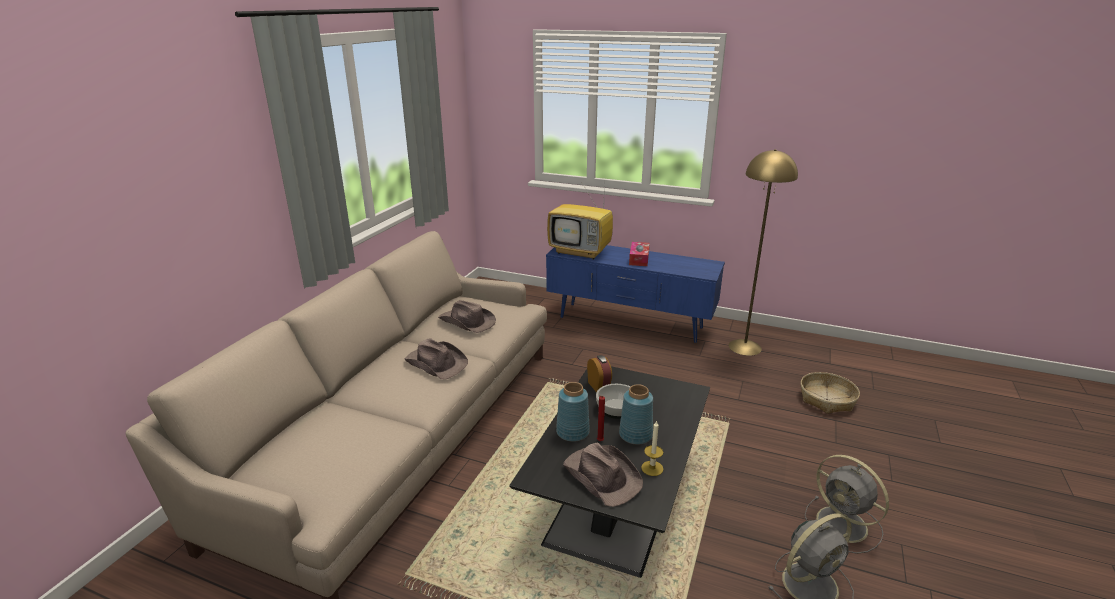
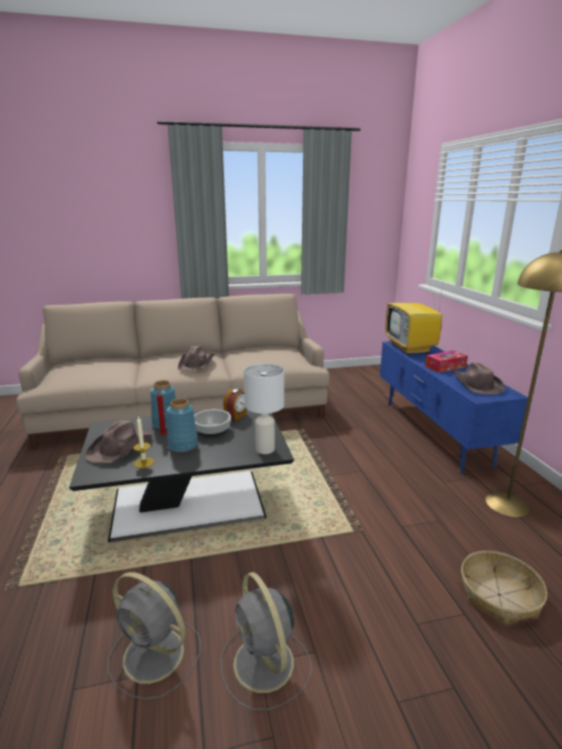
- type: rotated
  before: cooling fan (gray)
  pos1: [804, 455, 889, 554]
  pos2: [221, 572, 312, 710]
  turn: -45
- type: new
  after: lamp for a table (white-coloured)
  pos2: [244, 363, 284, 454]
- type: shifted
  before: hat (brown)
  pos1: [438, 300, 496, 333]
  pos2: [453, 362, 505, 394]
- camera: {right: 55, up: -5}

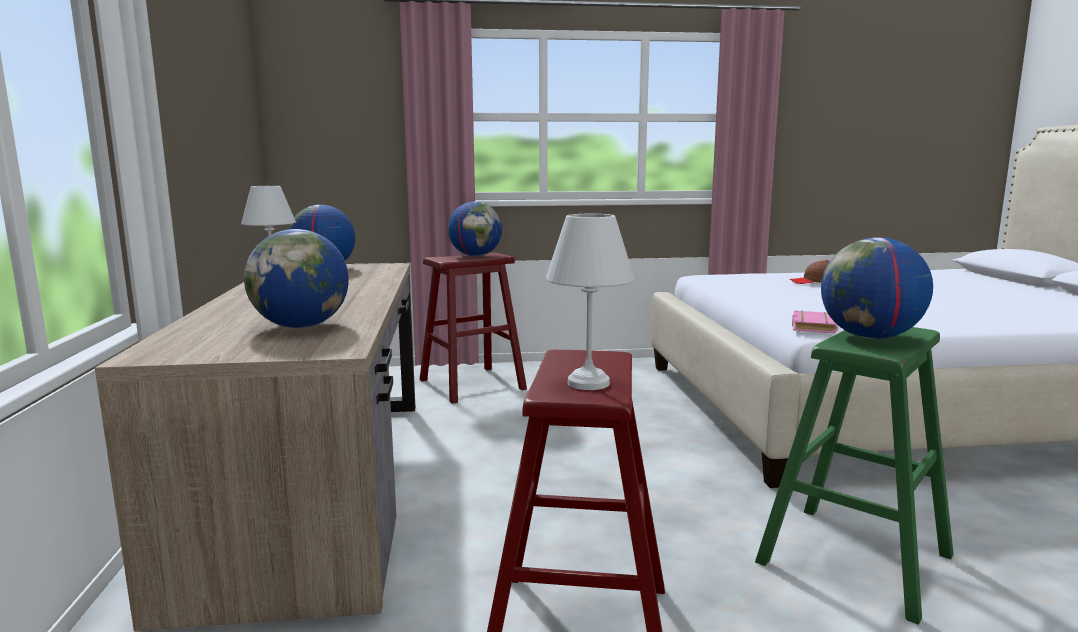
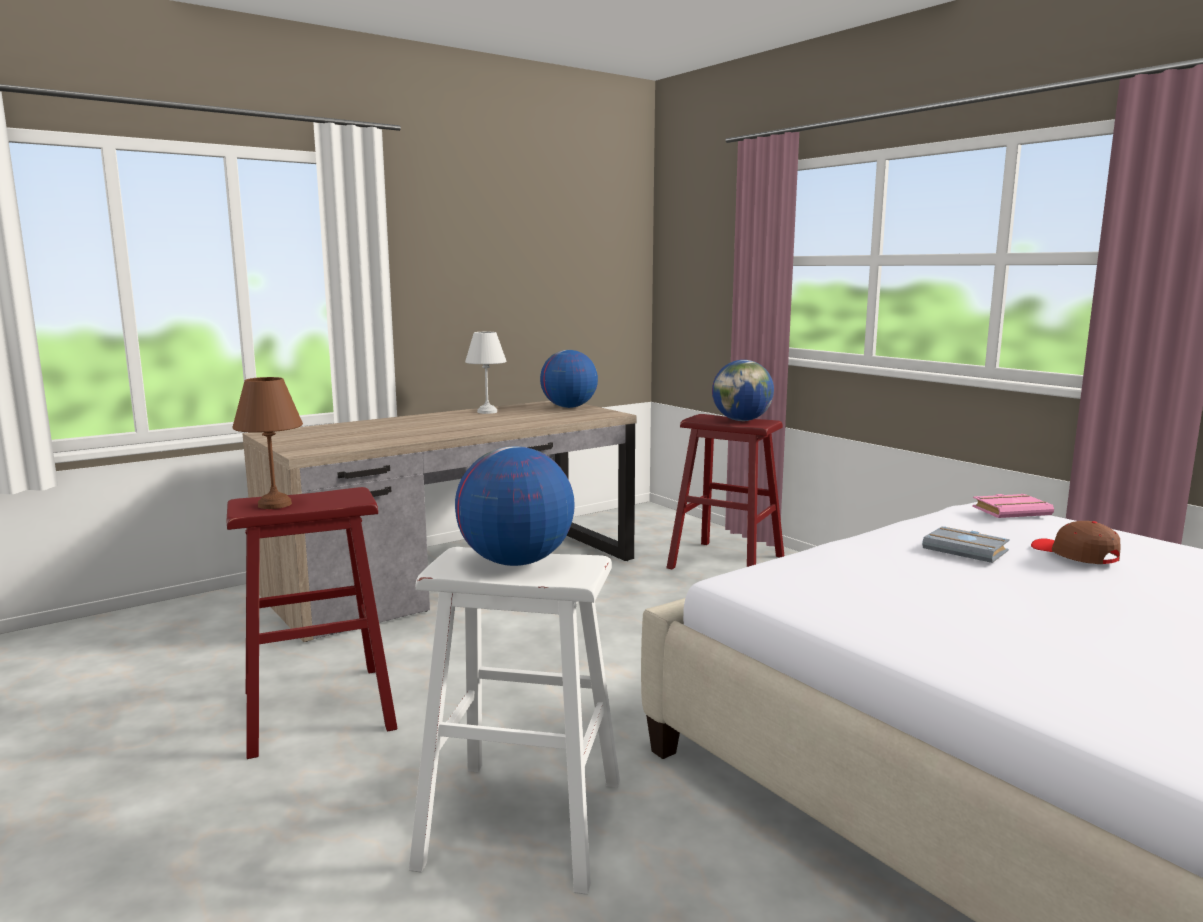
- type: repainted
  before: lamp for a table (white-coloured)
  after: lamp for a table (brown)
  pos1: [546, 214, 635, 390]
  pos2: [232, 377, 303, 509]
- type: repainted
  before: stool (greenish)
  after: stool (white-coloured)
  pos1: [755, 327, 954, 625]
  pos2: [409, 547, 620, 895]
- type: new
  after: bound book (gray)
  pos2: [922, 526, 1010, 563]
- type: shifted
  before: bound book (pink-coloured)
  pos1: [792, 311, 838, 334]
  pos2: [972, 494, 1054, 518]
- type: gone
  before: globe
  pos1: [244, 229, 348, 328]
- camera: {right: 60, up: 0}

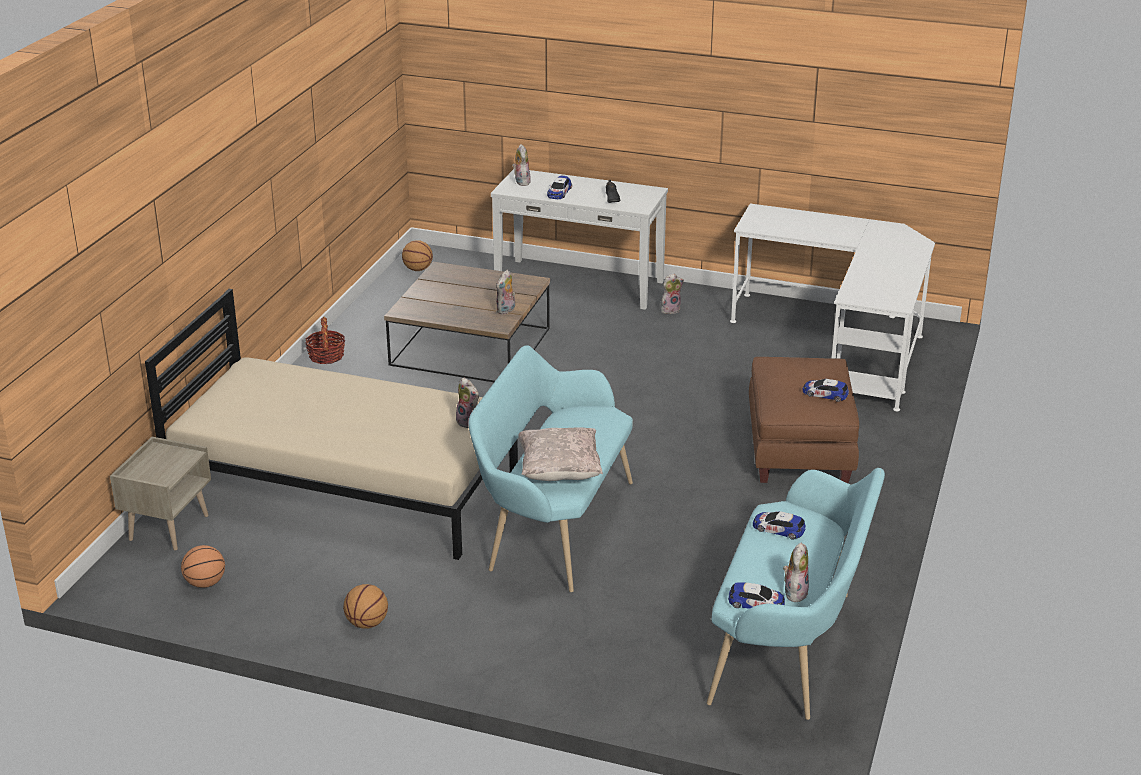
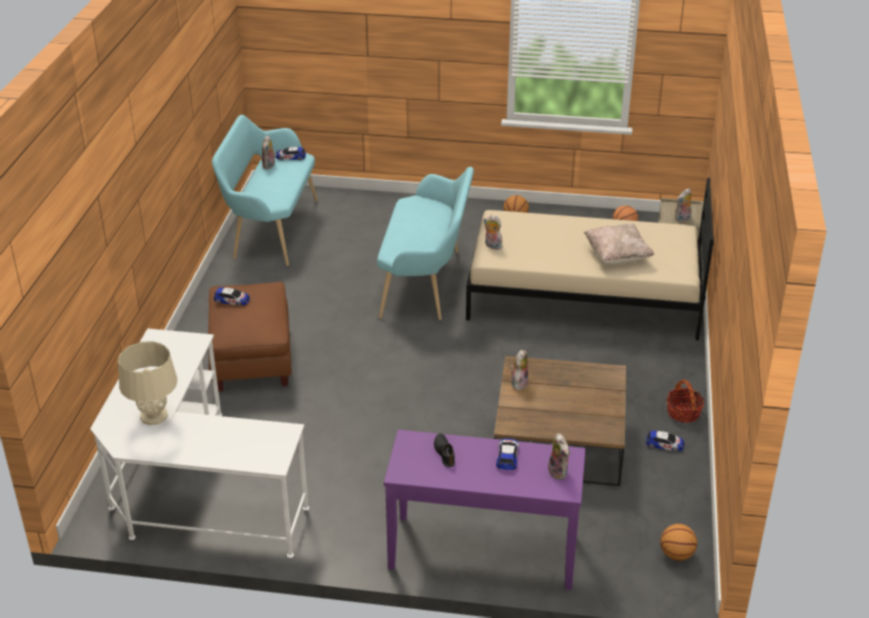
- type: new
  after: lamp for a table (beige)
  pos2: [118, 341, 177, 425]
- type: repainted
  before: console table (white-coloured)
  after: console table (purple)
  pos1: [491, 169, 668, 310]
  pos2: [384, 430, 586, 590]
- type: shifted
  before: pillow (beige)
  pos1: [518, 427, 603, 481]
  pos2: [584, 223, 654, 264]
- type: shifted
  before: toy car
  pos1: [753, 511, 806, 540]
  pos2: [646, 431, 684, 452]
- type: shifted
  before: soft toy
  pos1: [661, 274, 684, 314]
  pos2: [675, 188, 692, 222]
- camera: {right: 170, up: 5}

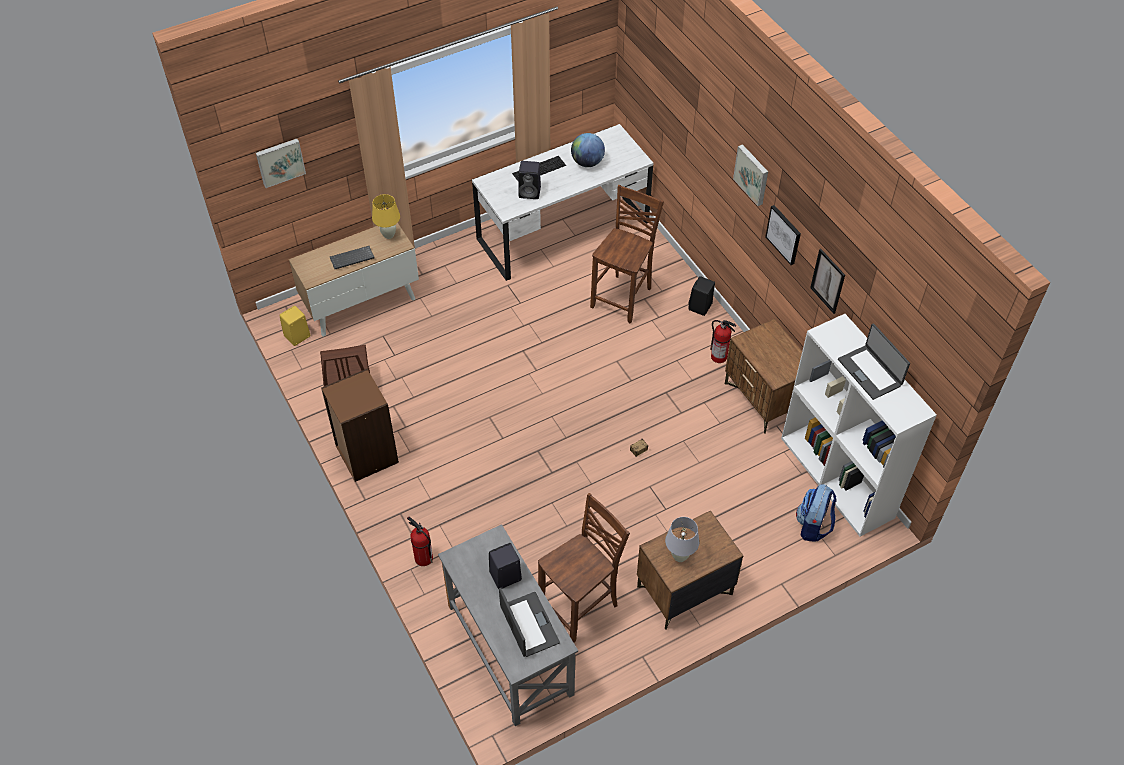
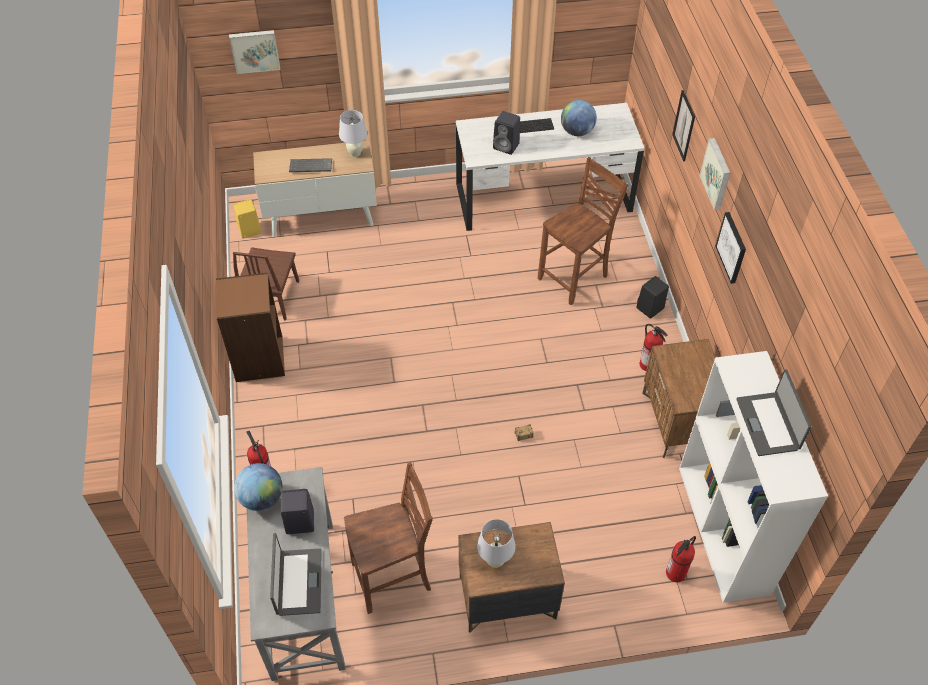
- type: new
  after: globe
  pos2: [234, 463, 282, 511]
- type: repainted
  before: lamp for a table (yellow)
  after: lamp for a table (white-coloured)
  pos1: [372, 194, 400, 239]
  pos2: [339, 110, 368, 157]
- type: swapped
  before: rucksack
  after: fire-fighting cylinder
  pos1: [796, 484, 837, 542]
  pos2: [666, 536, 696, 582]
- type: shifted
  before: wall picture
  pos1: [810, 249, 845, 314]
  pos2: [672, 90, 695, 161]
- camera: {right: 20, up: 0}

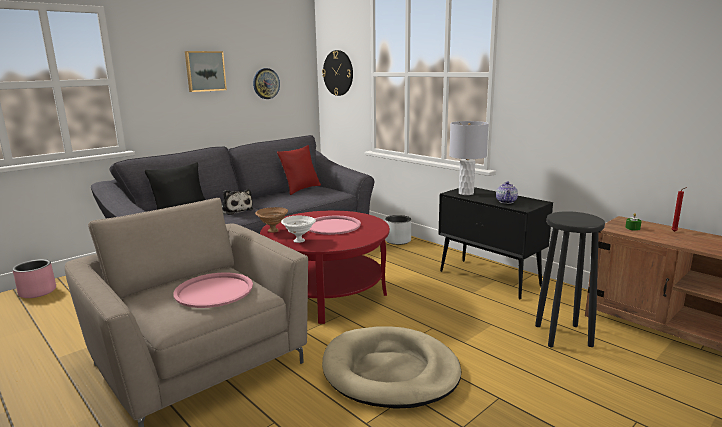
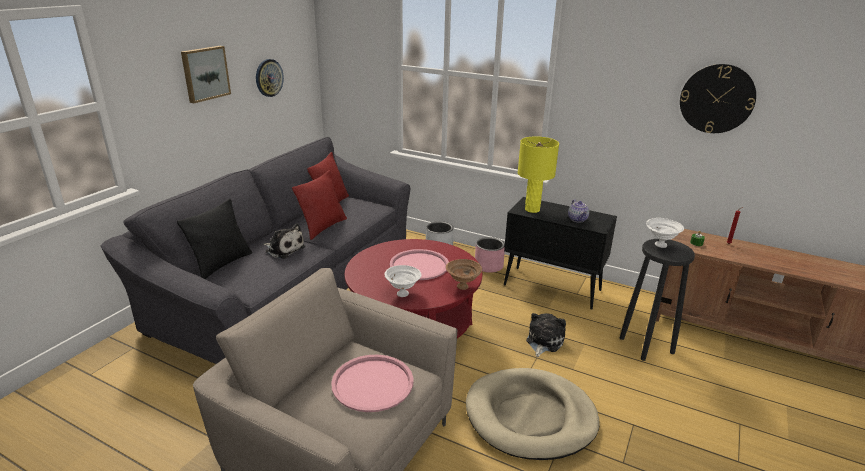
- type: new
  after: pillow (red-coloured)
  pos2: [292, 170, 347, 240]
- type: shifted
  before: bowl (brown)
  pos1: [255, 207, 288, 233]
  pos2: [446, 259, 482, 290]
- type: shifted
  before: plant pot (pink-coloured)
  pos1: [12, 259, 56, 298]
  pos2: [475, 237, 505, 273]
- type: repainted
  before: lamp for a table (gray)
  after: lamp for a table (yellow)
  pos1: [449, 121, 489, 195]
  pos2: [518, 136, 559, 213]
- type: new
  after: soft toy
  pos2: [526, 313, 566, 357]
- type: new
  after: bowl (white-coloured)
  pos2: [646, 218, 684, 248]
- type: shifted
  before: clock on the wall
  pos1: [322, 50, 353, 96]
  pos2: [680, 64, 756, 133]
- camera: {right: -20, up: 10}

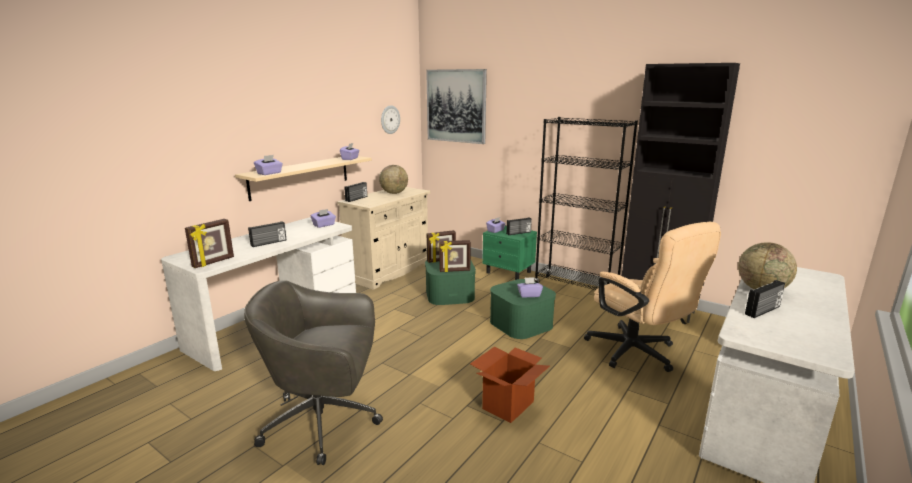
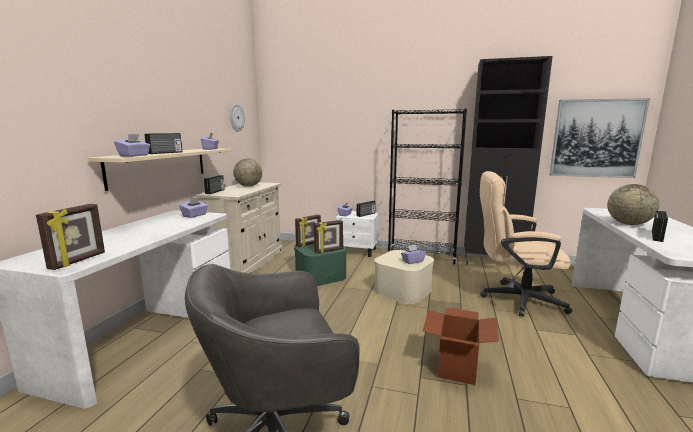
- type: shifted
  before: radio receiver
  pos1: [248, 221, 287, 247]
  pos2: [145, 133, 182, 154]
- type: repainted
  before: bedside table (greenish)
  after: bedside table (white-coloured)
  pos1: [482, 226, 537, 280]
  pos2: [336, 211, 379, 257]
- type: repainted
  before: storage bin (greenish)
  after: storage bin (beige)
  pos1: [490, 279, 556, 339]
  pos2: [374, 250, 434, 304]
- type: rotated
  before: computer chair (beige)
  pos1: [584, 222, 721, 372]
  pos2: [480, 171, 573, 317]
  turn: 150
- type: shifted
  before: wall picture
  pos1: [426, 69, 487, 144]
  pos2: [550, 98, 650, 178]
- camera: {right: -20, up: -5}

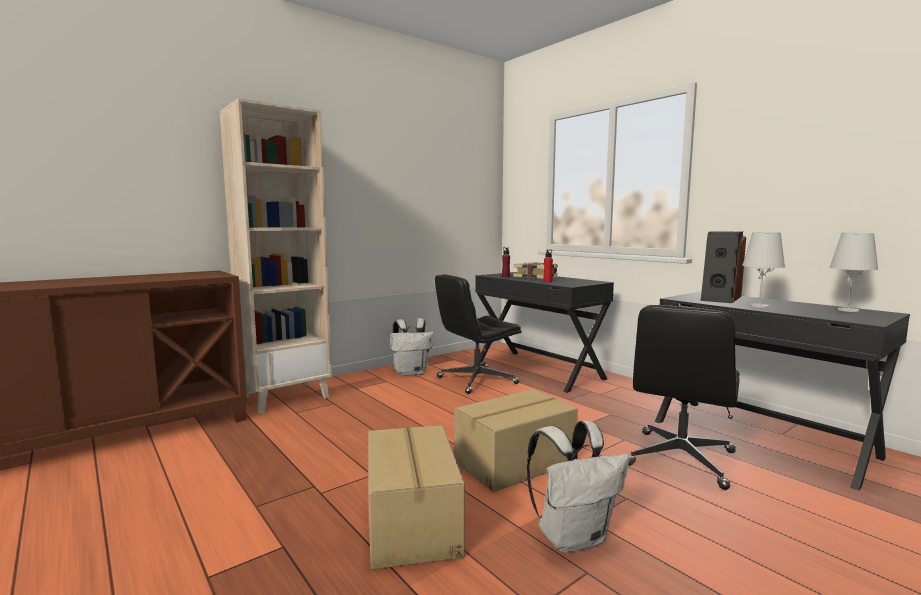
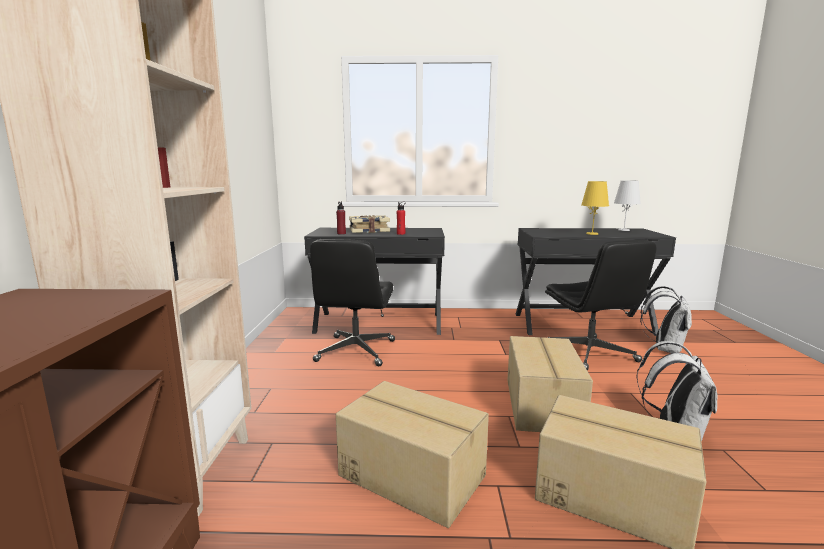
- type: new
  after: carton
  pos2: [336, 381, 489, 528]
- type: repainted
  before: lamp for a table (white-coloured)
  after: lamp for a table (yellow)
  pos1: [742, 232, 785, 308]
  pos2: [581, 181, 609, 235]
- type: shifted
  before: rucksack (white-coloured)
  pos1: [391, 318, 434, 376]
  pos2: [640, 286, 692, 353]
- type: gone
  before: speaker
  pos1: [701, 231, 746, 303]
- camera: {right: -50, up: 5}

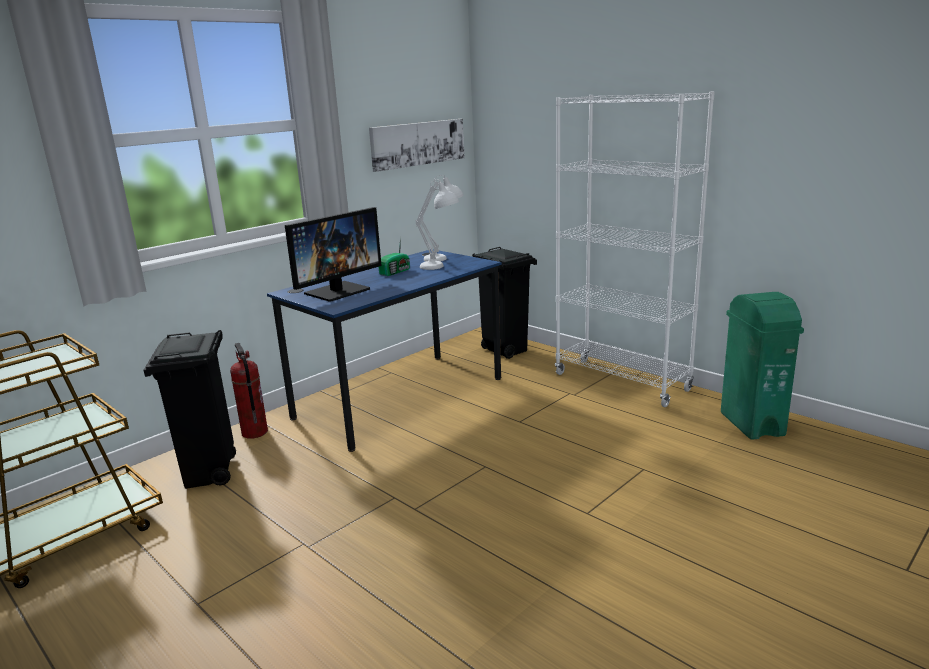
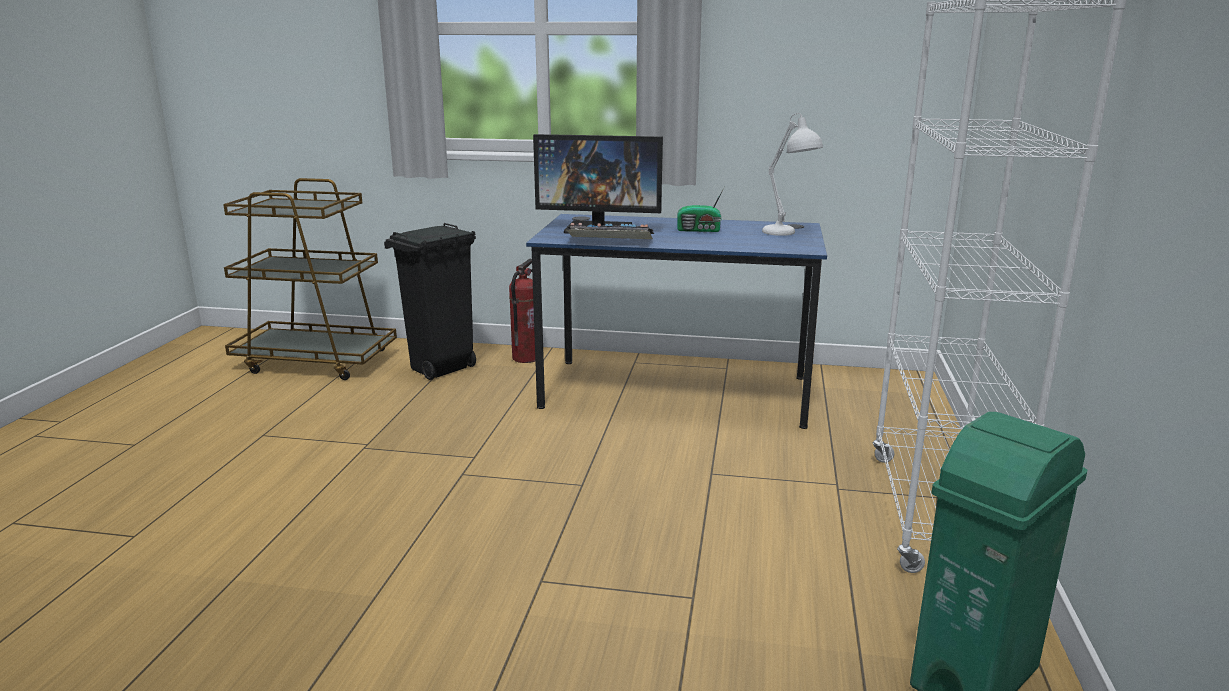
- type: new
  after: PC keyboard
  pos2: [566, 223, 654, 239]
- type: gone
  before: wall picture
  pos1: [369, 119, 464, 172]
- type: gone
  before: lamp for a table (white-coloured)
  pos1: [416, 180, 459, 270]
- type: gone
  before: trash can (blackish)
  pos1: [472, 247, 537, 359]
- camera: {right: 55, up: 0}

